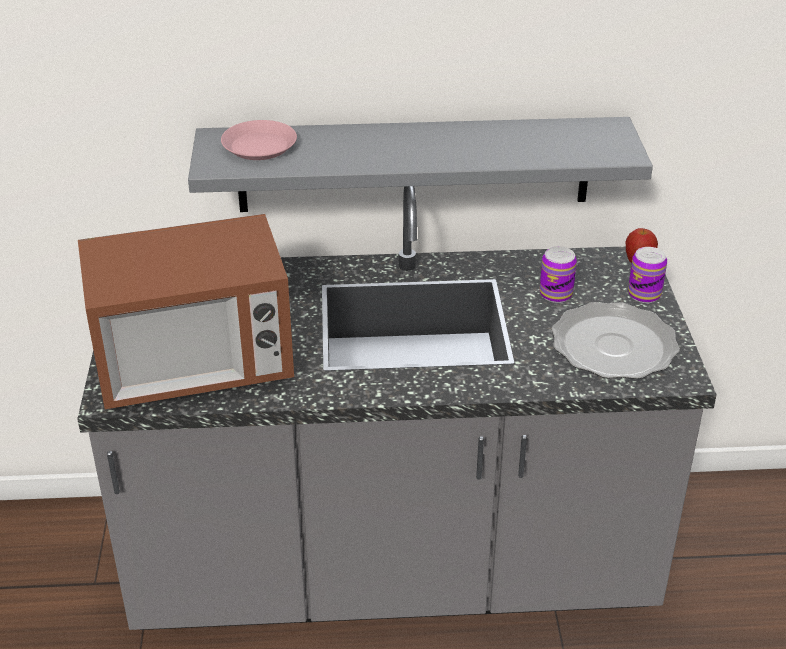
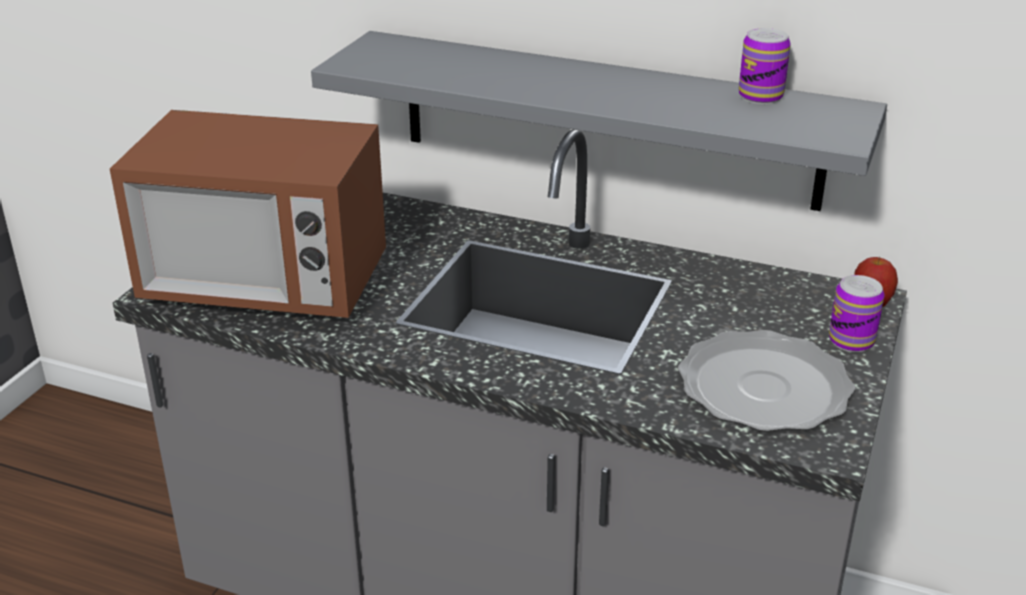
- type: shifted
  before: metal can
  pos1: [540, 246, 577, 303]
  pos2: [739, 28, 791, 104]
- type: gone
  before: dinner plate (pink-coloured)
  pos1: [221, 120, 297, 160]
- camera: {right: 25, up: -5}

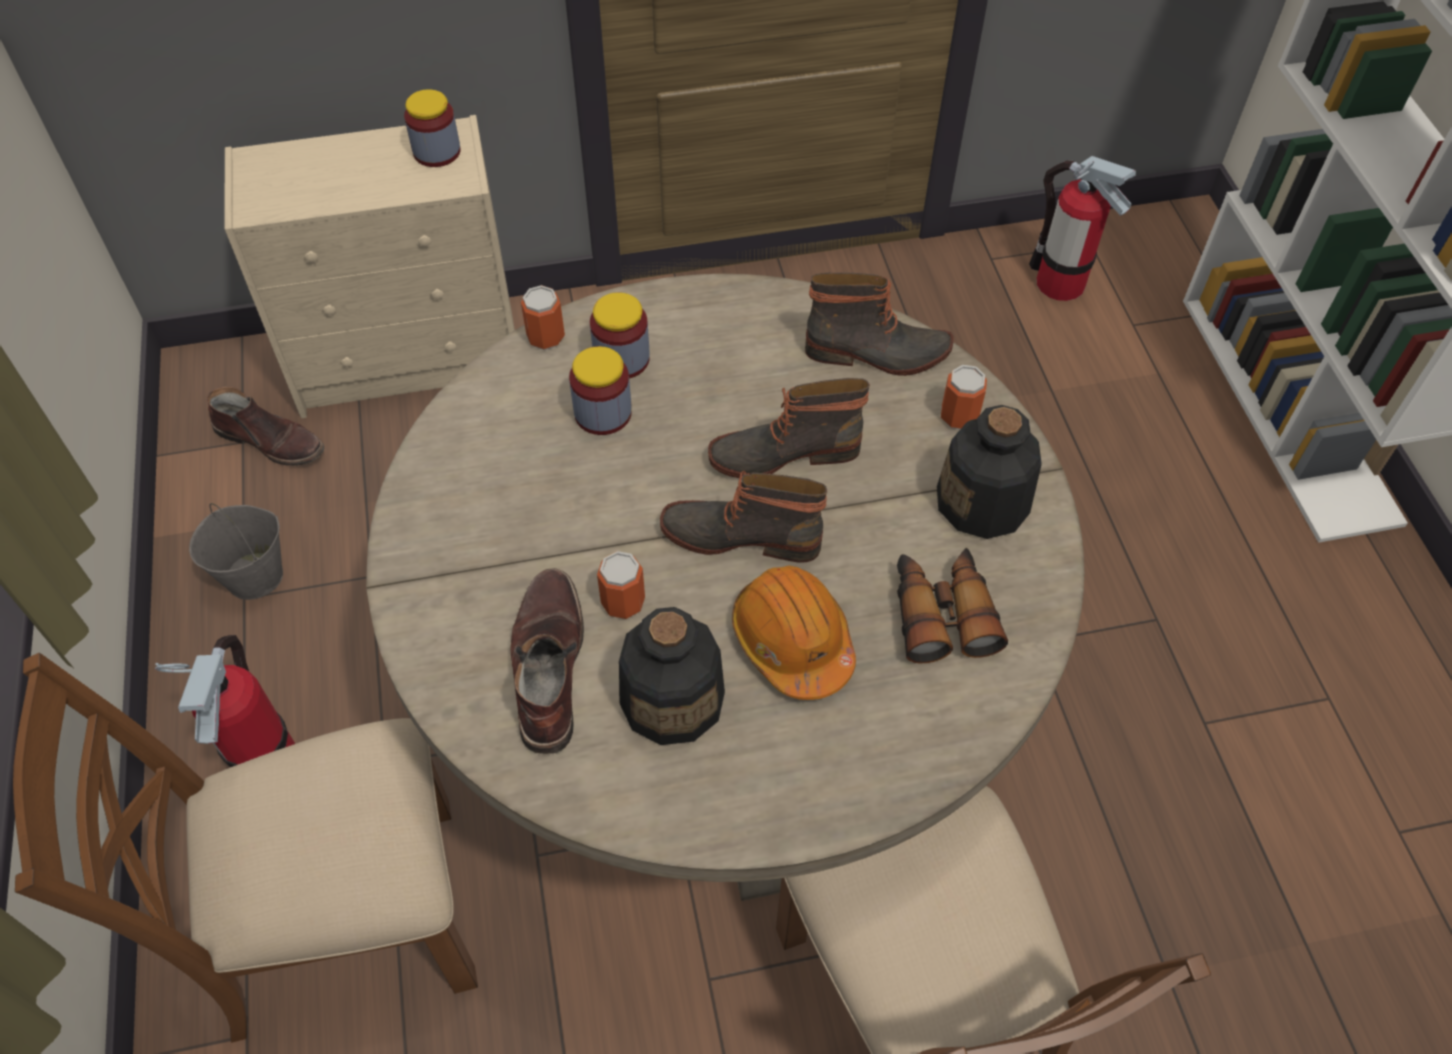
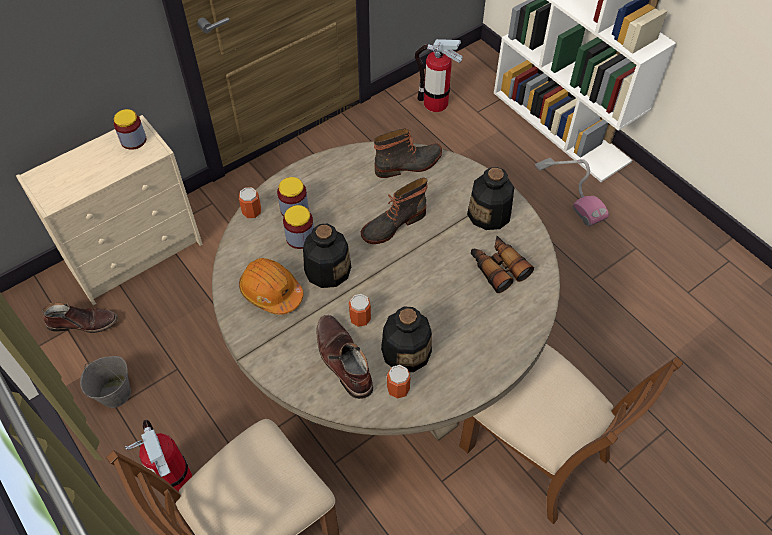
- type: shifted
  before: hard hat (orange-coloured)
  pos1: [732, 566, 856, 700]
  pos2: [239, 258, 303, 315]
- type: new
  after: beverage bottle
  pos2: [303, 224, 351, 288]
- type: shifted
  before: metal can
  pos1: [941, 365, 987, 429]
  pos2: [387, 365, 411, 399]
- type: new
  after: hoover
  pos2: [535, 158, 609, 227]
- type: gone
  before: tall boot
  pos1: [660, 471, 827, 563]
- camera: {right: -25, up: 0}

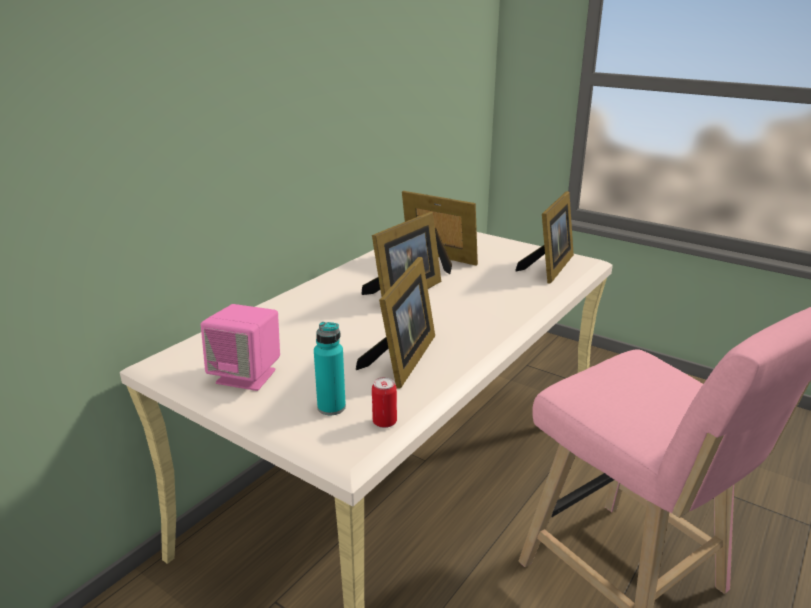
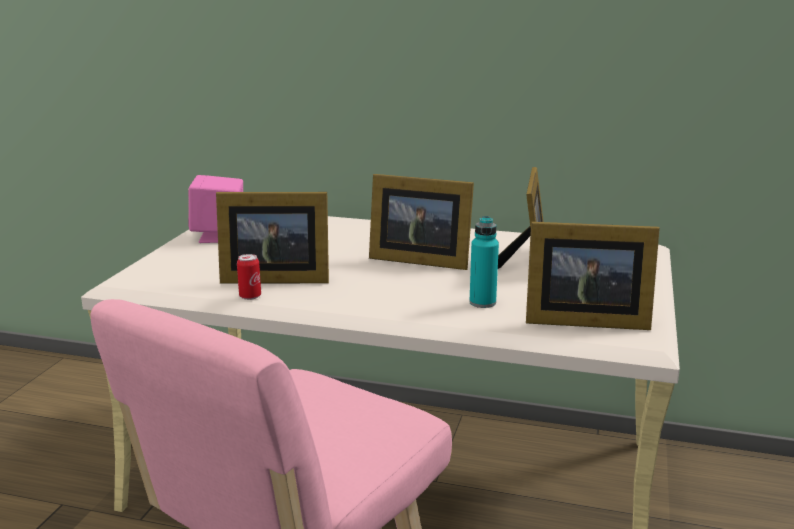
- type: shifted
  before: metal can
  pos1: [372, 377, 397, 428]
  pos2: [237, 254, 261, 300]
- type: shifted
  before: beverage bottle (blue-green)
  pos1: [314, 322, 346, 415]
  pos2: [469, 216, 499, 308]
- camera: {right: 70, up: -5}

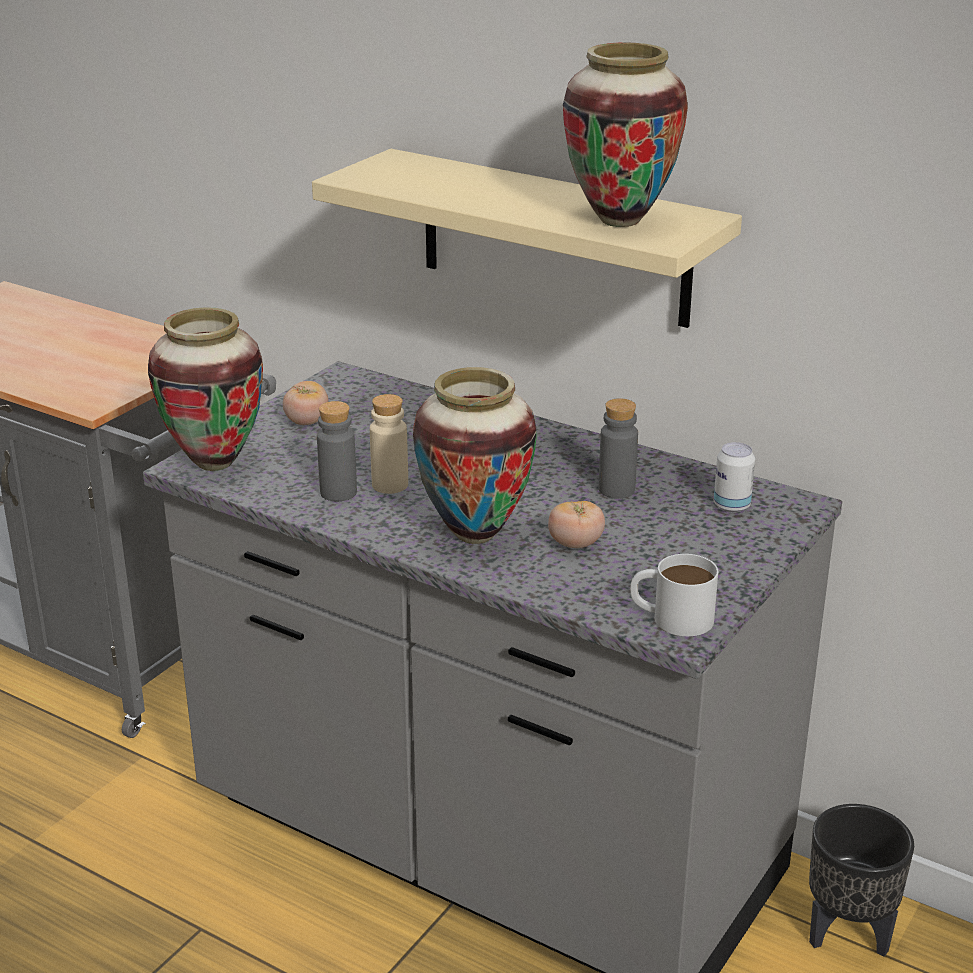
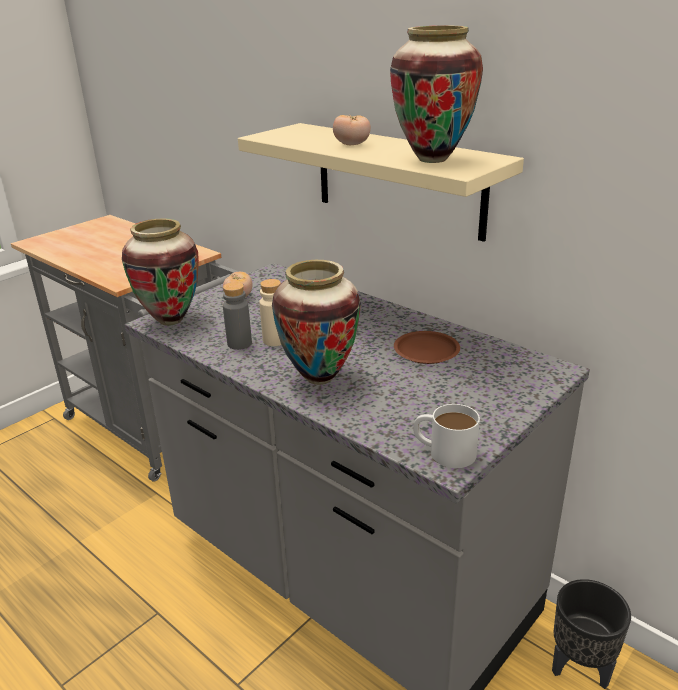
- type: shifted
  before: fresh tomato
  pos1: [548, 501, 605, 548]
  pos2: [333, 115, 371, 145]
- type: swapped
  before: beverage bottle (gray)
  after: dinner plate (brown)
  pos1: [599, 398, 638, 498]
  pos2: [394, 331, 460, 364]
- type: gone
  before: metal can
  pos1: [714, 442, 755, 513]
- camera: {right: 10, up: 0}

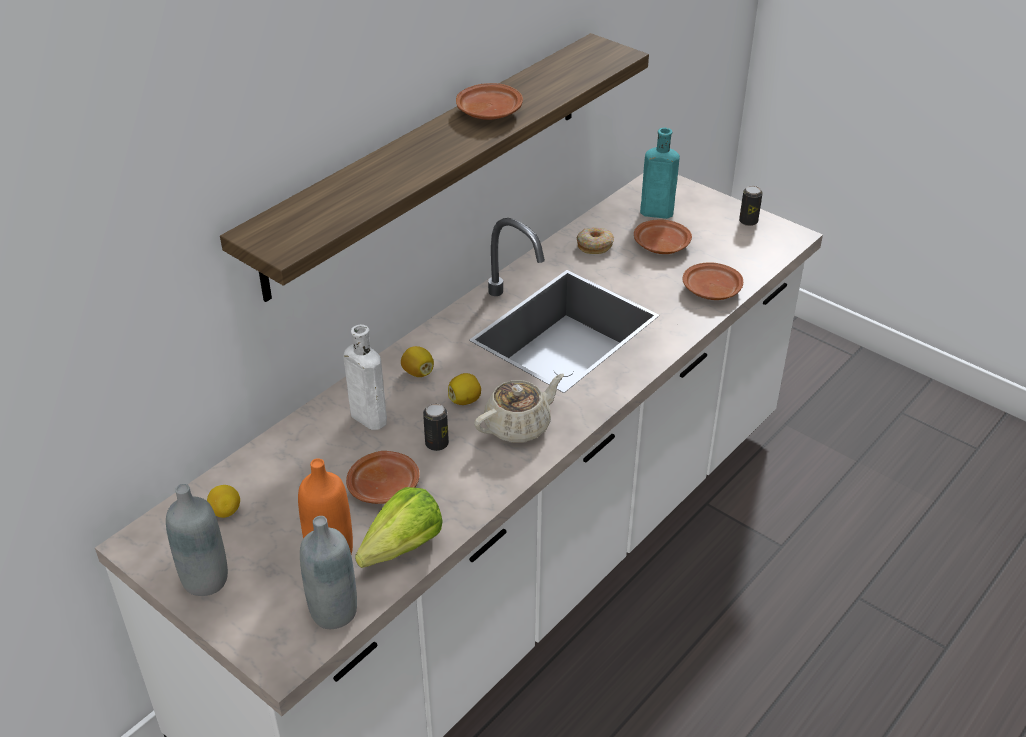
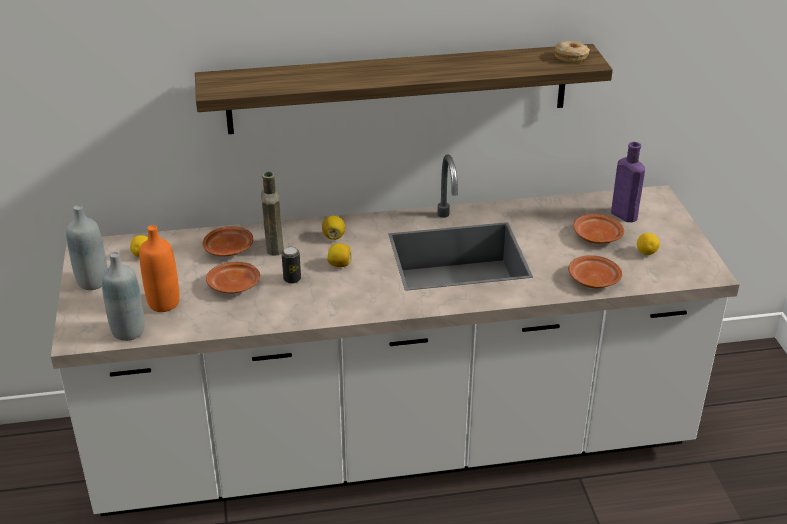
- type: shifted
  before: dinner plate (brown)
  pos1: [456, 83, 523, 120]
  pos2: [203, 226, 253, 256]
- type: repainted
  before: beverage bottle (white-coloured)
  after: beverage bottle (brown)
  pos1: [343, 324, 387, 430]
  pos2: [261, 171, 284, 256]
- type: shifted
  before: ring doughnut
  pos1: [577, 227, 614, 254]
  pos2: [554, 41, 590, 62]
- type: repainted
  before: beverage bottle (blue-green)
  after: beverage bottle (purple)
  pos1: [640, 128, 680, 219]
  pos2: [611, 142, 645, 222]
- type: new
  after: whole lemon
  pos2: [637, 233, 660, 255]
- type: gone
  before: lettuce
  pos1: [355, 487, 443, 568]
- type: gone
  before: pot for tea (beige)
  pos1: [474, 374, 564, 443]
- type: gone
  before: metal can
  pos1: [739, 186, 763, 226]
- camera: {right: 40, up: -5}

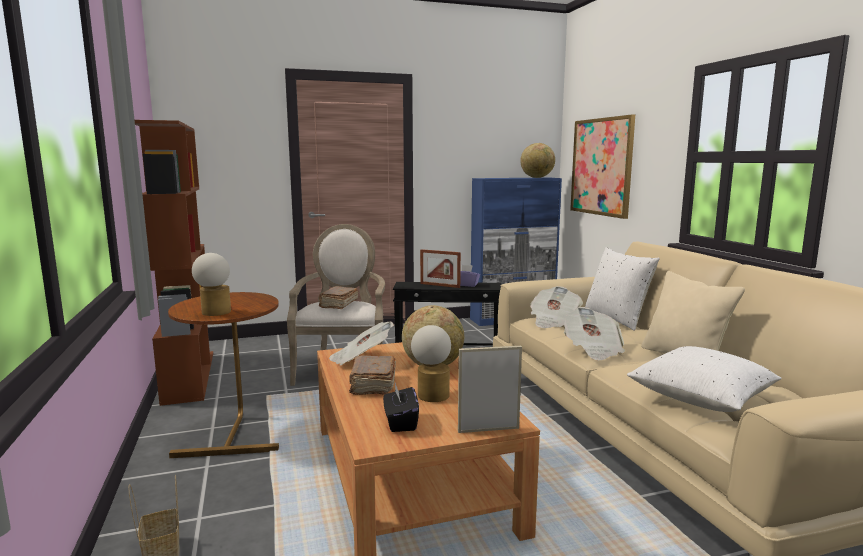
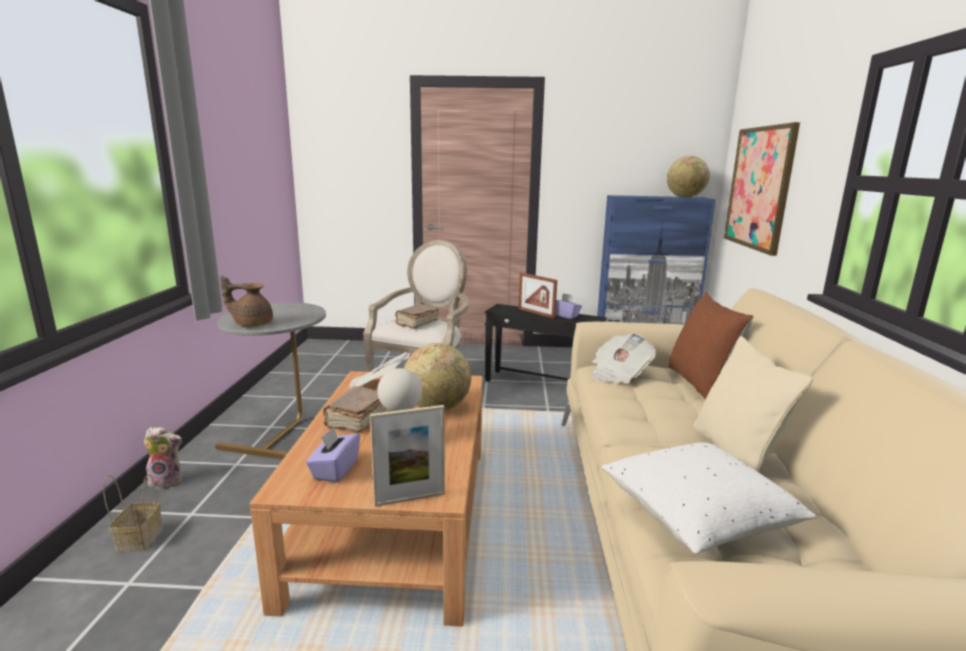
- type: new
  after: soft toy
  pos2: [144, 427, 182, 490]
- type: repainted
  before: end table (brown)
  after: end table (gray)
  pos1: [168, 292, 279, 458]
  pos2: [215, 302, 326, 460]
- type: swapped
  before: lamp for a table
  after: pot for tea (brown)
  pos1: [192, 253, 231, 316]
  pos2: [220, 276, 273, 326]
- type: repainted
  before: tissue box (blackish)
  after: tissue box (purple)
  pos1: [383, 383, 419, 432]
  pos2: [306, 426, 360, 482]
- type: rotated
  before: picture frame
  pos1: [458, 346, 522, 433]
  pos2: [370, 405, 445, 507]
  turn: 150
- type: repainted
  before: pillow (white-coloured)
  after: pillow (brown)
  pos1: [585, 247, 660, 331]
  pos2: [668, 292, 754, 399]
- type: gone
  before: bookshelf (brown)
  pos1: [135, 120, 213, 406]
- type: gone
  before: newspaper
  pos1: [564, 307, 625, 361]
- camera: {right: 20, up: 5}

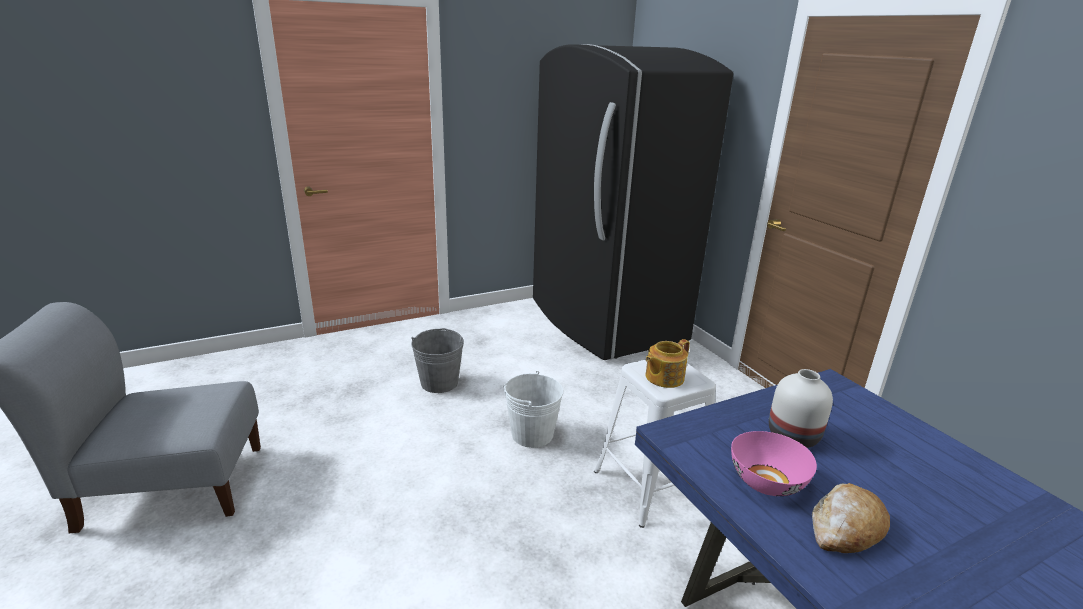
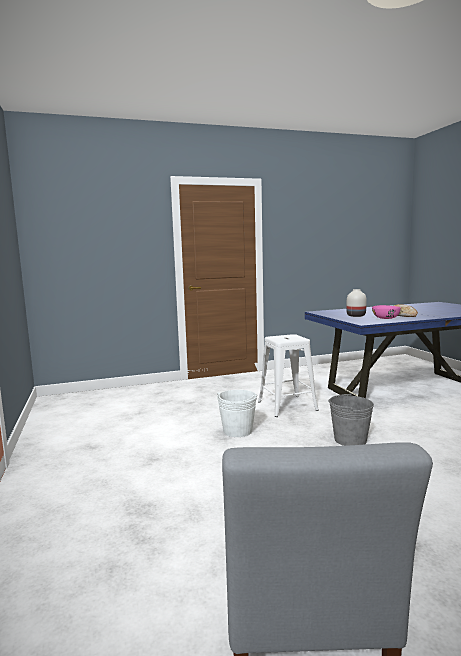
- type: shifted
  before: water bucket (gray)
  pos1: [411, 328, 464, 393]
  pos2: [328, 393, 374, 446]
- type: gone
  before: fridge (blackish)
  pos1: [533, 44, 733, 360]
- type: gone
  before: pot for tea
  pos1: [646, 339, 690, 388]
- camera: {right: -80, up: -15}

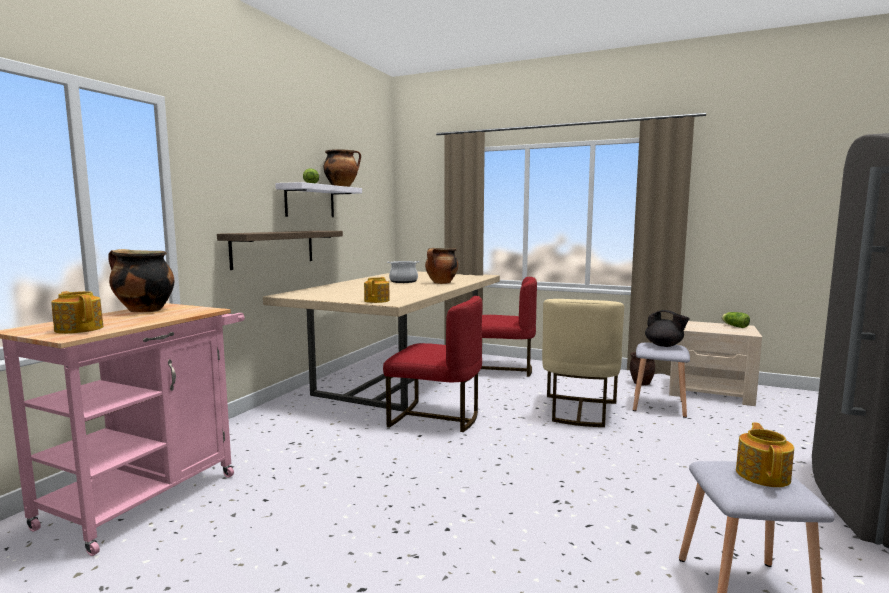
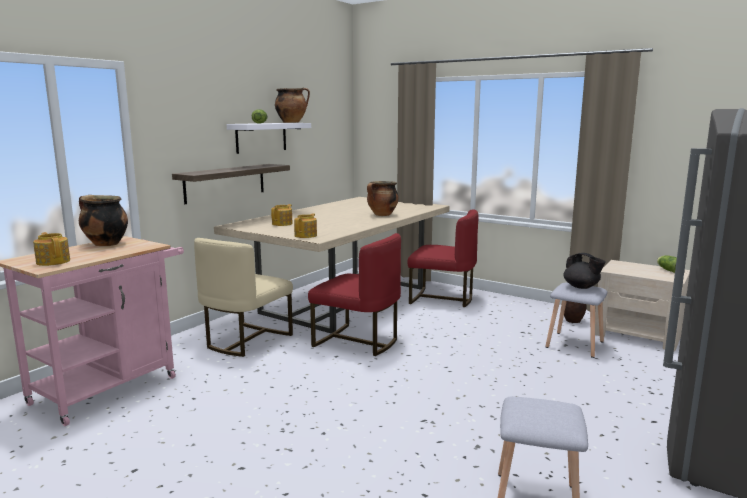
- type: shifted
  before: chair (beige)
  pos1: [542, 299, 624, 427]
  pos2: [194, 238, 293, 357]
- type: shifted
  before: pot for tea
  pos1: [736, 422, 794, 487]
  pos2: [271, 204, 292, 226]
- type: gone
  before: saucepot
  pos1: [387, 261, 420, 283]
- camera: {right: 10, up: 5}

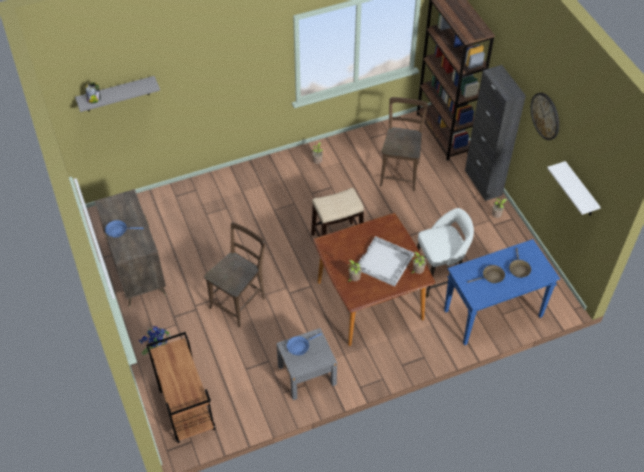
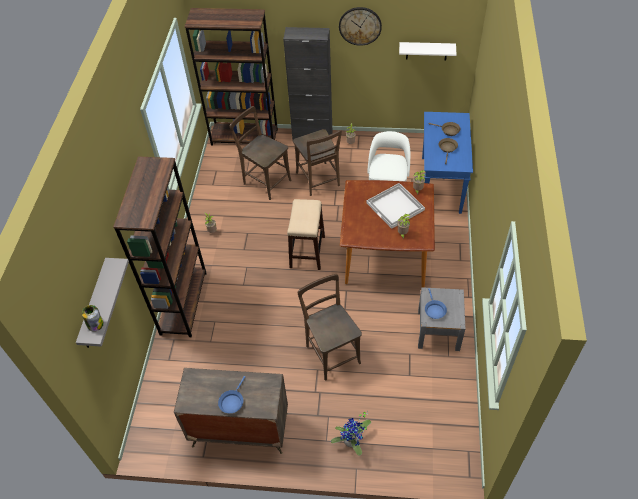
- type: new
  after: bookshelf (brown)
  pos2: [113, 157, 207, 337]
- type: new
  after: chair (brown)
  pos2: [293, 129, 342, 196]
- type: gone
  before: cart (brown)
  pos1: [146, 332, 215, 443]
- camera: {right: -60, up: 0}

